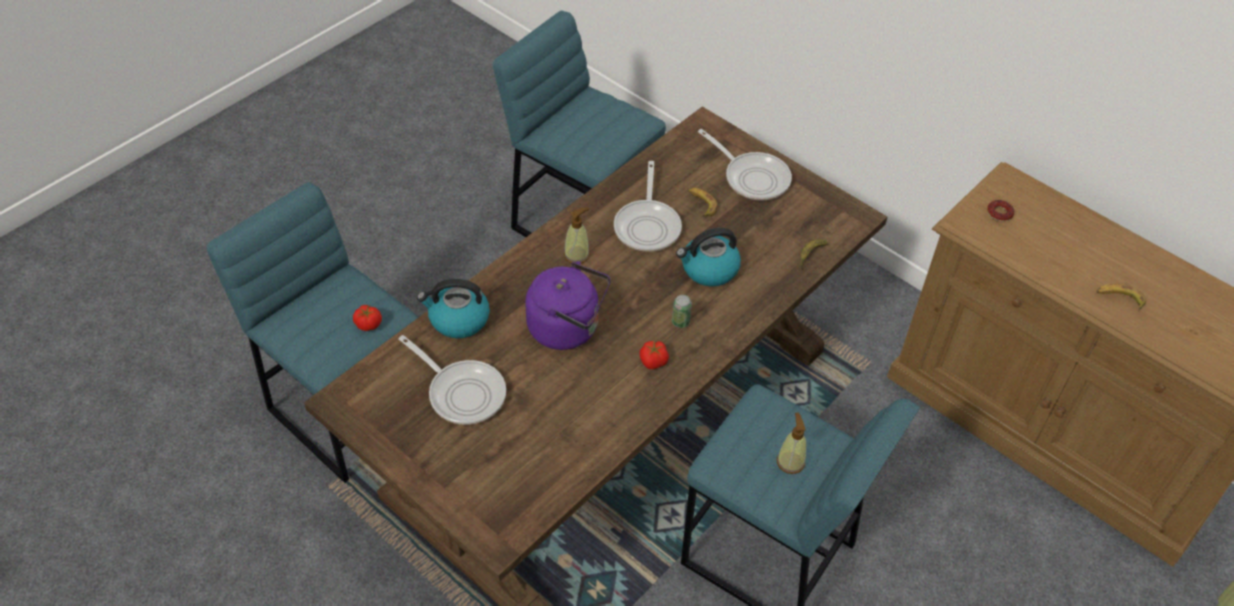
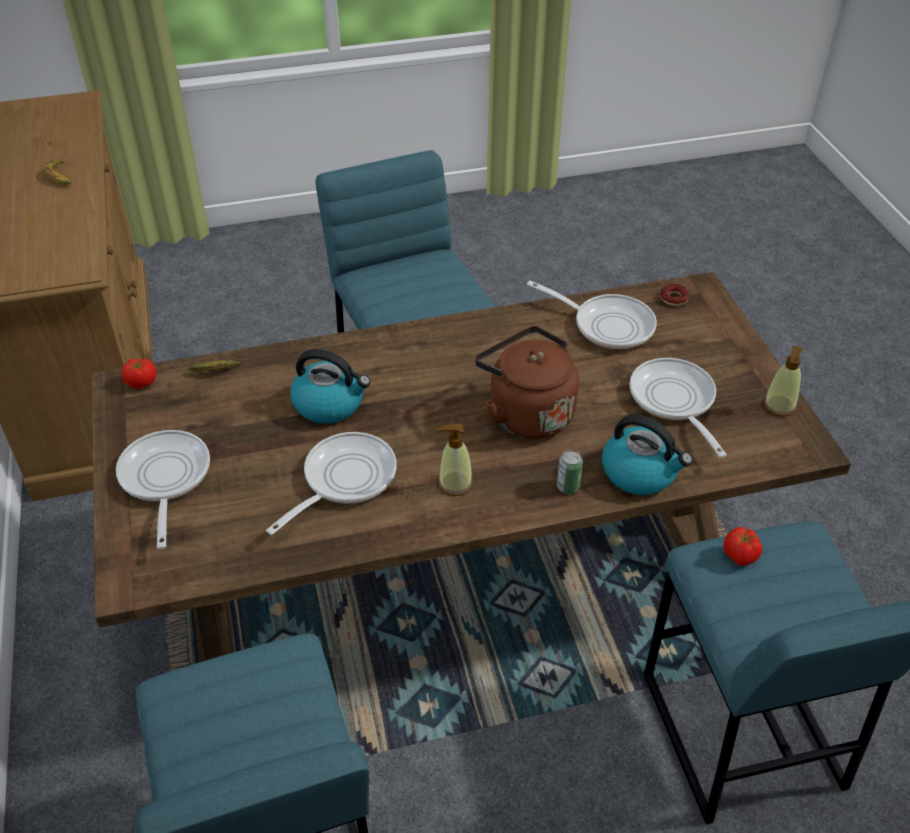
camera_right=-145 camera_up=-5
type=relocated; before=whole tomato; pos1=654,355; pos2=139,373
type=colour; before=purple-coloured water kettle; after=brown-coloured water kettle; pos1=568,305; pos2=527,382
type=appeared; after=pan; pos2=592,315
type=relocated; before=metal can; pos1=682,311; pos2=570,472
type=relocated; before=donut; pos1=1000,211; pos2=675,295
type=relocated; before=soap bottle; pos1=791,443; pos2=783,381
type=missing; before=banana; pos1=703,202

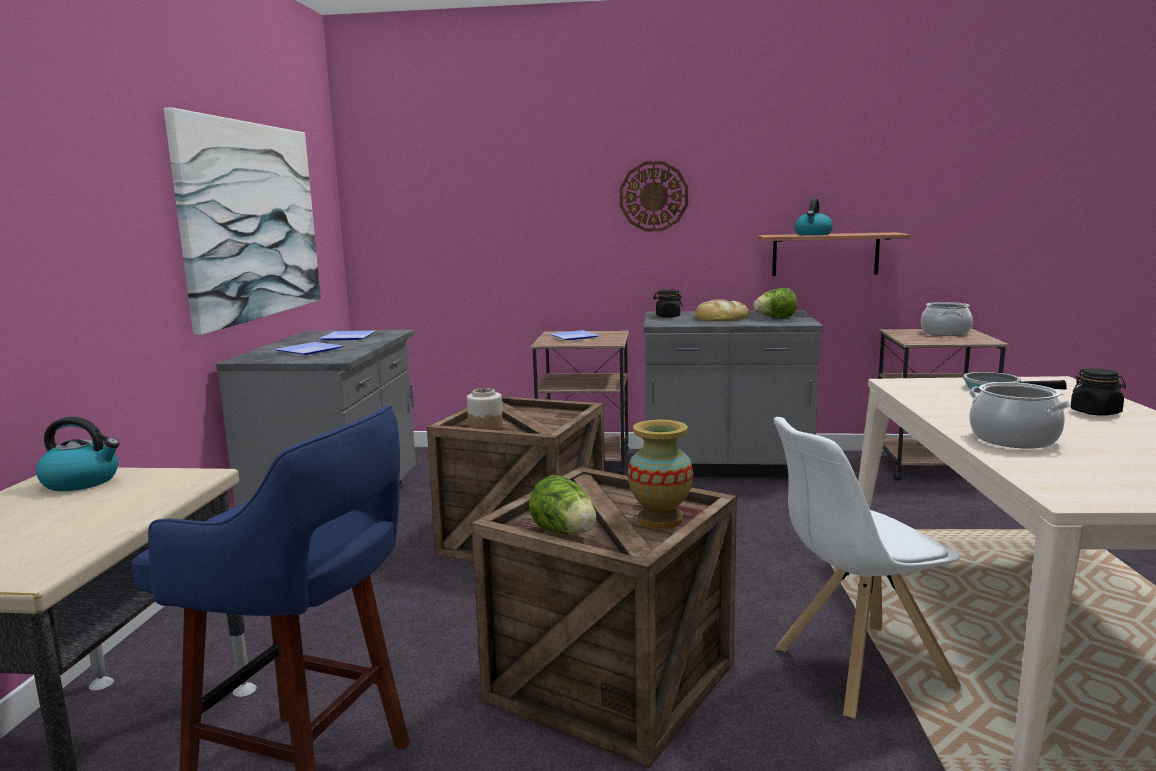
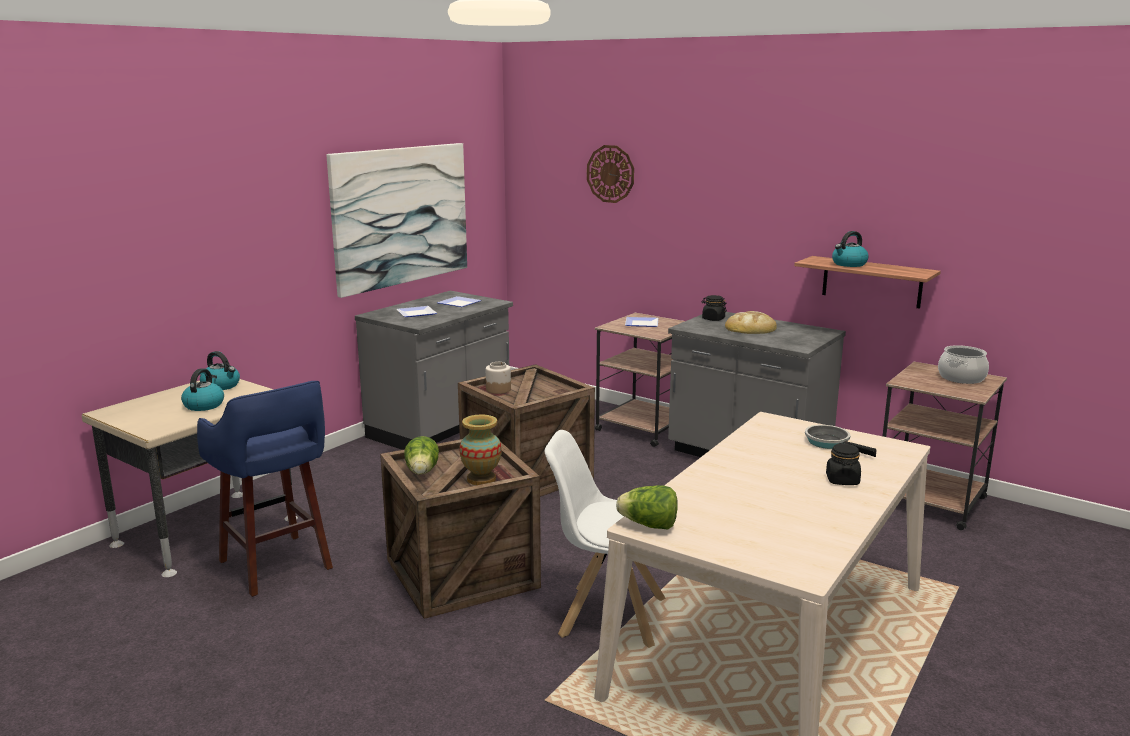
camera_right=30 camera_up=5
type=appeared; after=water kettle; pos2=202,389
type=relocated; before=clock on the wall; pos1=654,196; pos2=610,174
type=relocated; before=lettuce head; pos1=775,303; pos2=646,507
type=missing; before=saucepot; pos1=1019,415

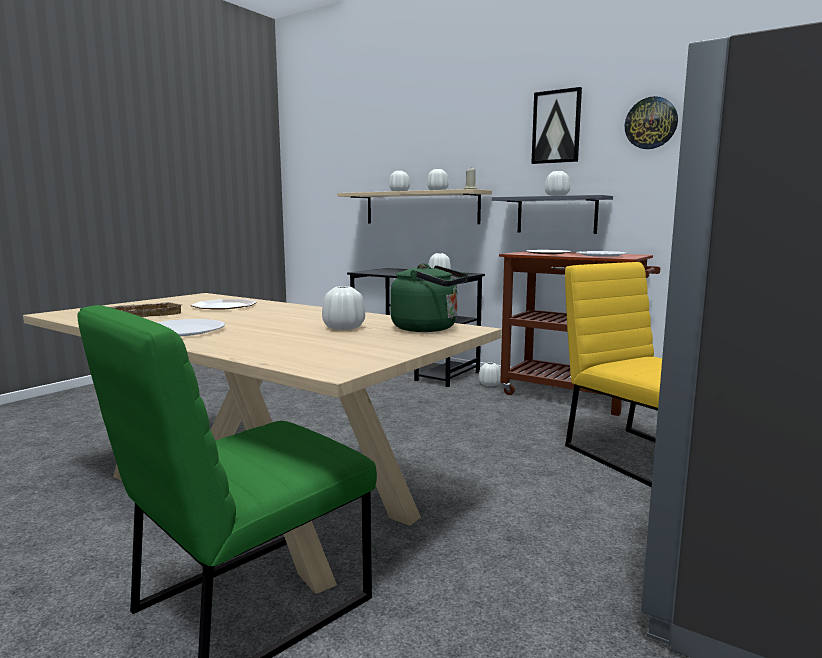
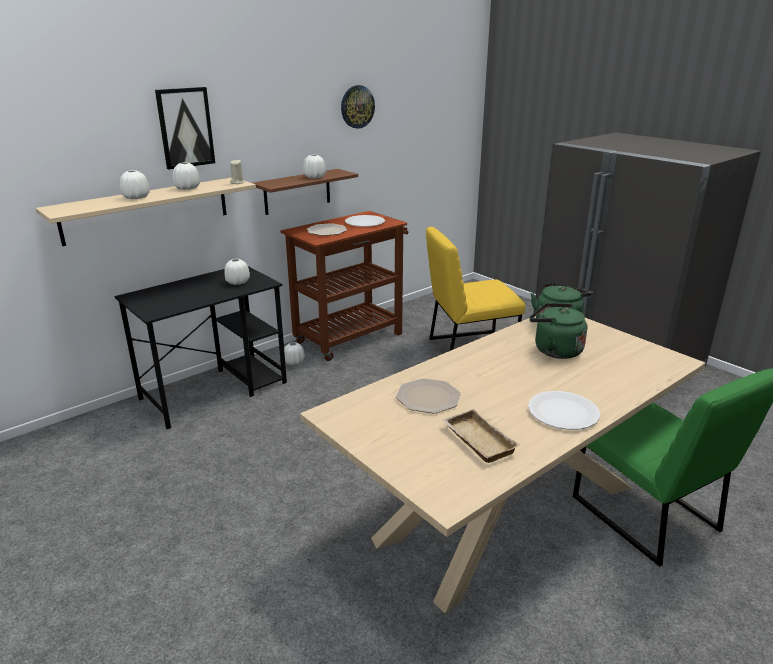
camera_right=-75 camera_up=15
type=relocated; before=wall art; pos1=556,125; pos2=185,128
type=colour; before=grey wall shelf; after=brown-coloured wall shelf; pos1=552,214; pos2=305,192
type=exchanged; before=whitish vase; after=green water kettle; pos1=343,308; pos2=558,331

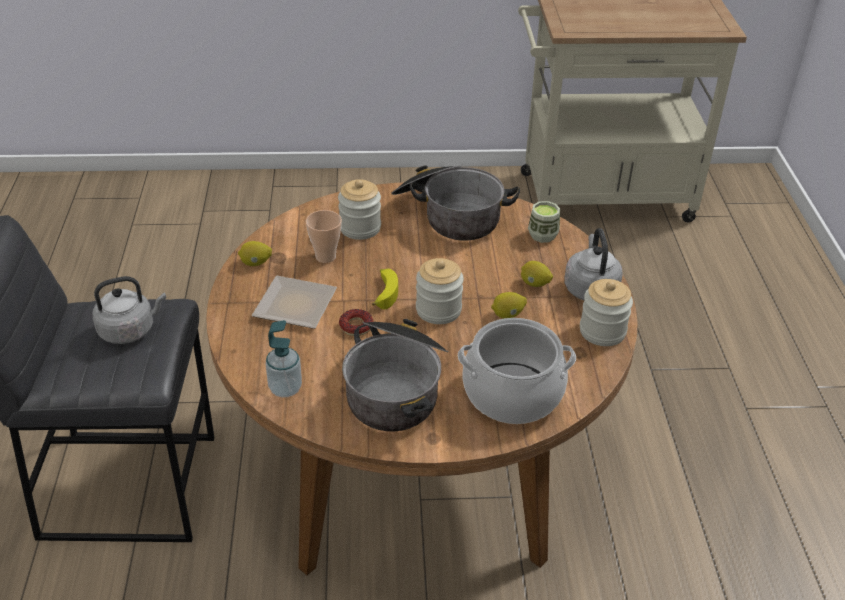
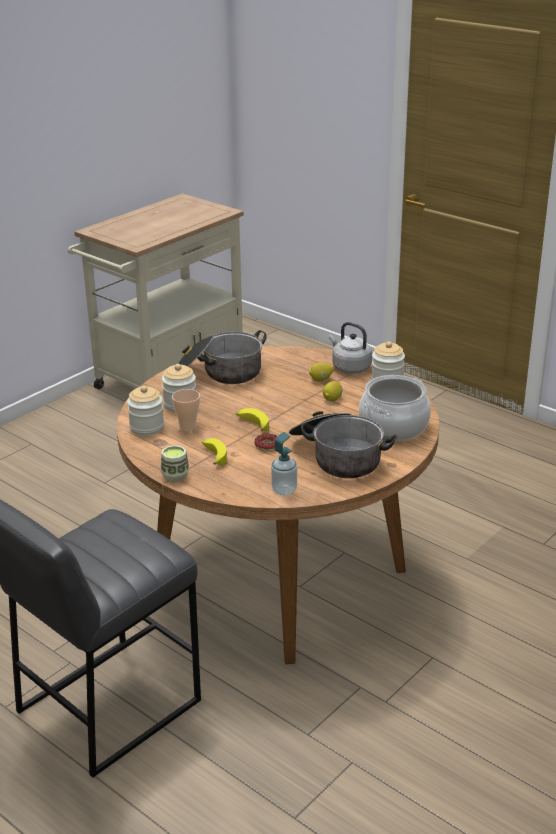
camera_right=-45 camera_up=-10
type=relocated; before=storage jar; pos1=440,291; pos2=145,411
type=relocated; before=drinking cup; pos1=544,222; pos2=175,463
type=exchanged; before=dinner plate; after=banana; pos1=294,302; pos2=214,452
type=missing; before=grey water kettle; pos1=129,310
type=missing; before=citrus fruit; pos1=255,253

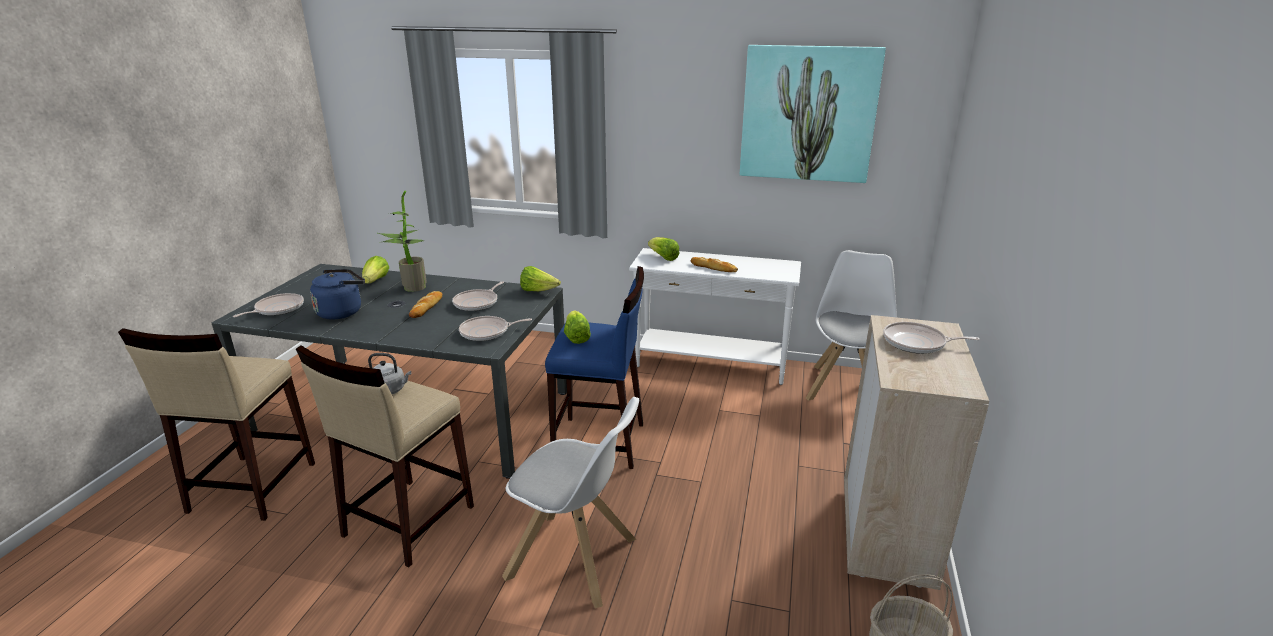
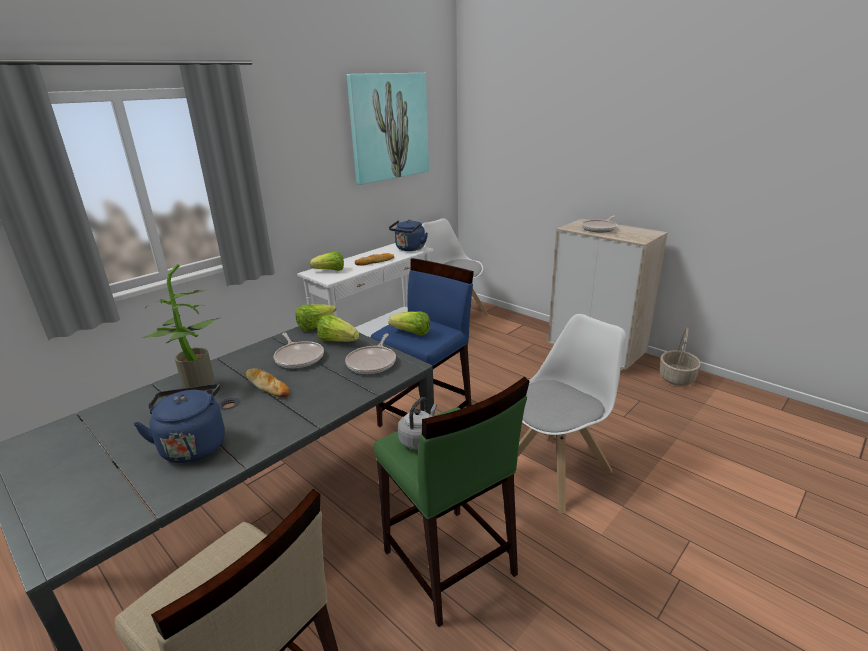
camera_right=-60 camera_up=0
type=relocated; before=lettuce head; pos1=375,270; pos2=338,328
type=colour; before=sand-coloured stool seat; after=green stool seat; pos1=385,456; pos2=452,502
type=appeared; after=blue water kettle; pos2=408,235
type=missing; before=pan; pos1=268,305

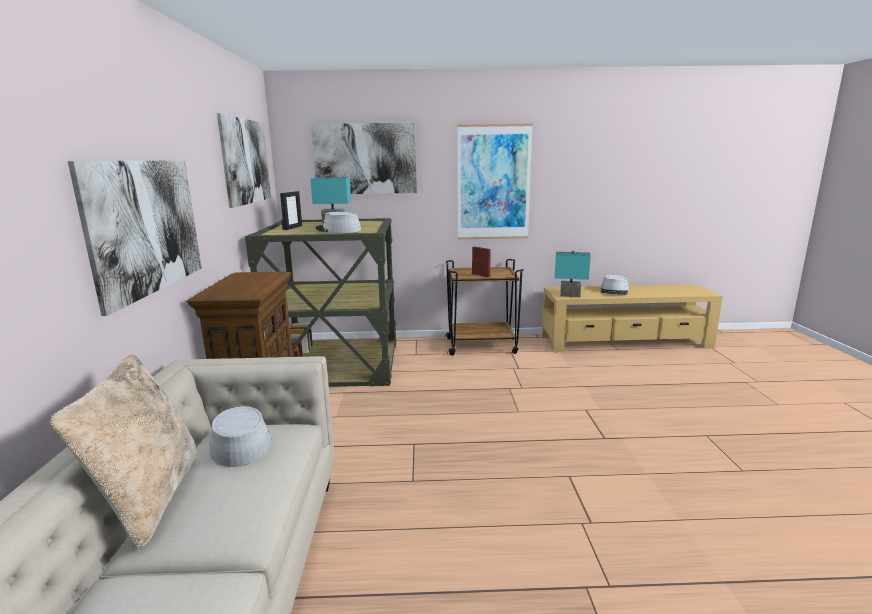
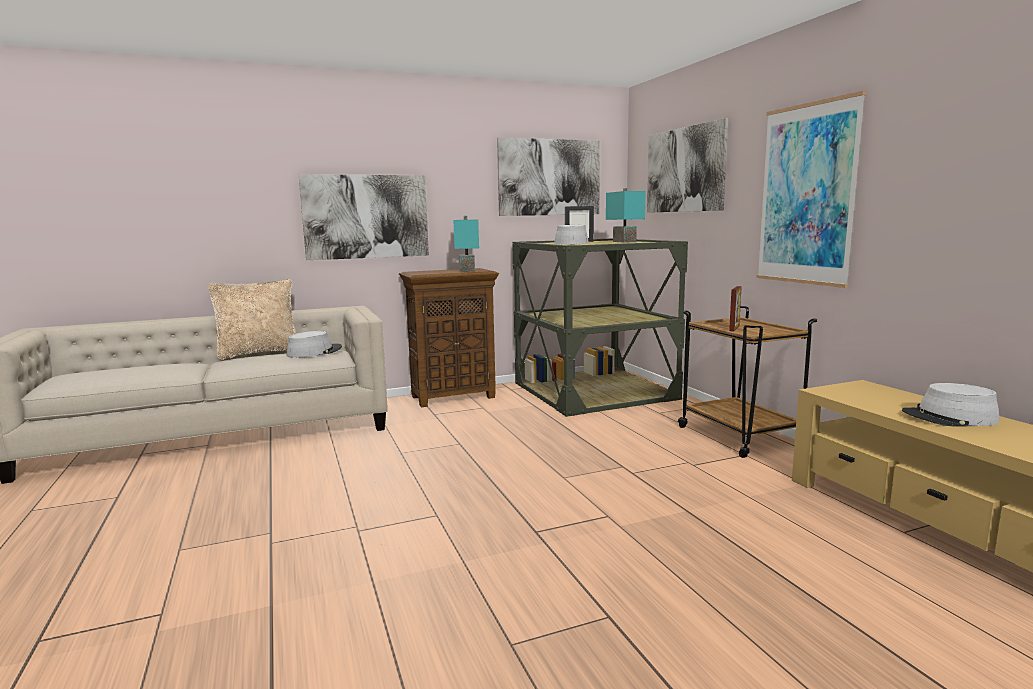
camera_right=70 camera_up=-5
type=relocated; before=blue-green lamp for a table; pos1=573,273; pos2=466,244

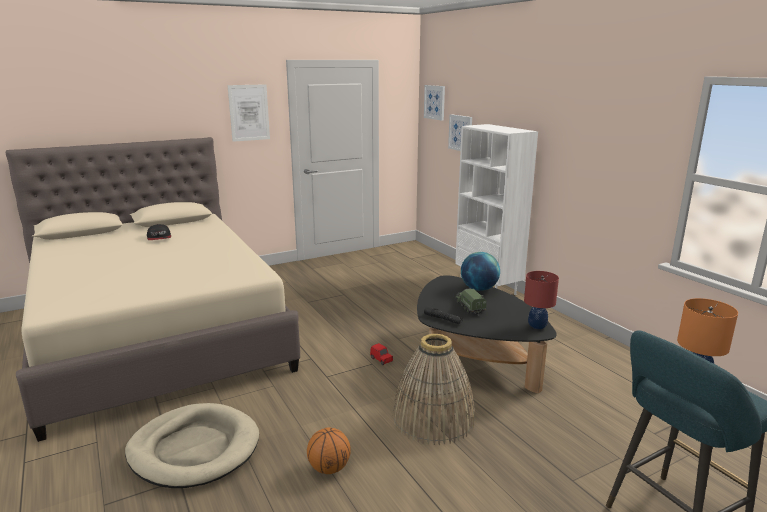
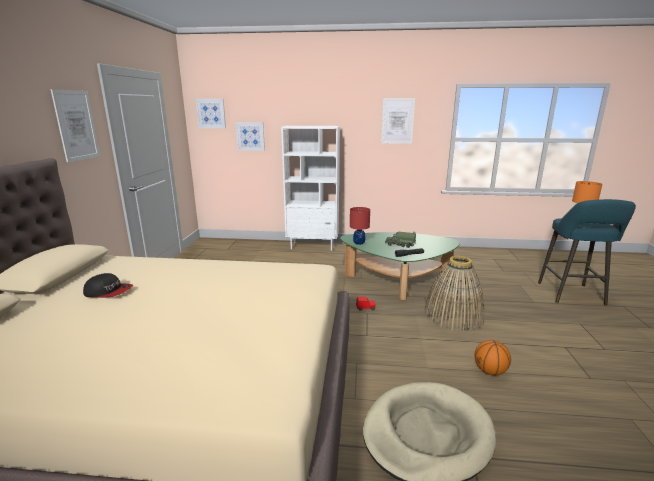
camera_right=-55 camera_up=0
type=colour; before=blackish low table; after=green low table; pos1=487,334; pos2=400,266
type=relocated; before=reddish lamp for a table; pos1=541,300; pos2=360,226
type=appeared; after=wall art; pos2=398,121
type=missing; before=globe; pos1=480,271

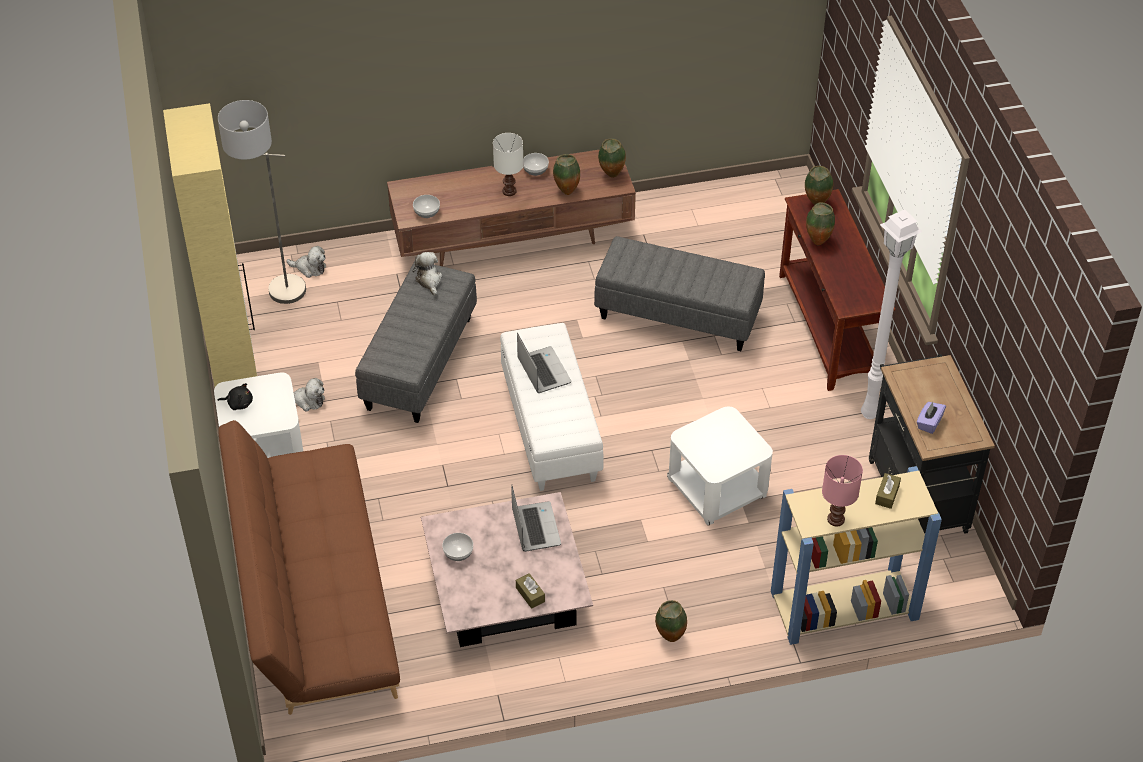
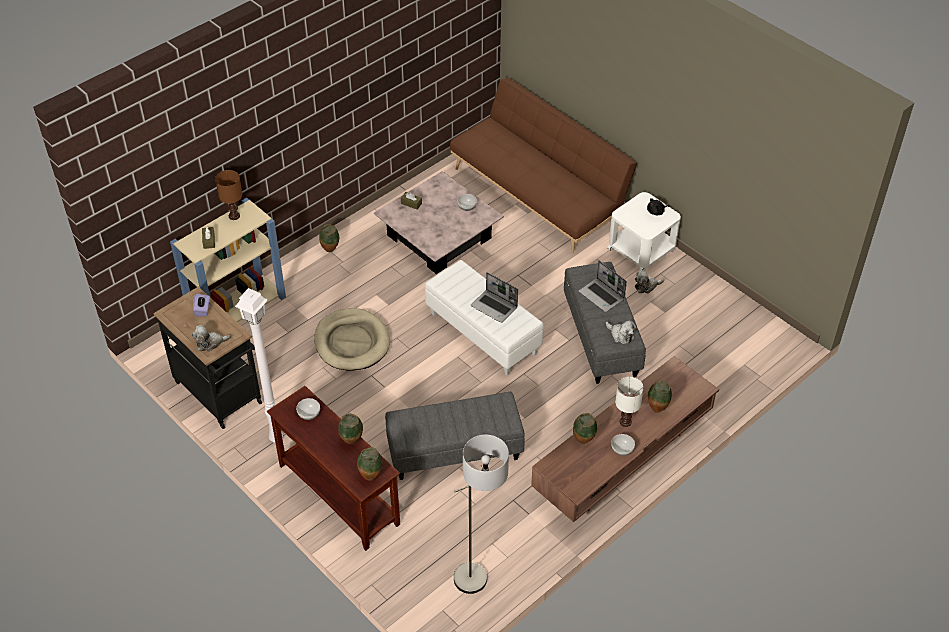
camera_right=150 camera_up=0
type=relocated; before=soft toy; pos1=306,262; pos2=211,338
type=colour; before=pink-coloured lamp for a table; after=brown-coloured lamp for a table; pos1=842,490; pos2=229,195
type=relocated; before=bowl; pos1=426,206; pos2=308,409
type=exchanged; before=whitish side table; after=sand-coloured dog bed; pos1=720,466; pos2=352,339
type=relocated; before=grey standard lamp; pos1=262,202; pos2=481,514
type=relocated; before=laptop; pos1=536,519; pos2=603,286
type=relocated; before=vase; pos1=612,158; pos2=660,396
type=missing; before=sand-coloured cabinet; pos1=210,244

